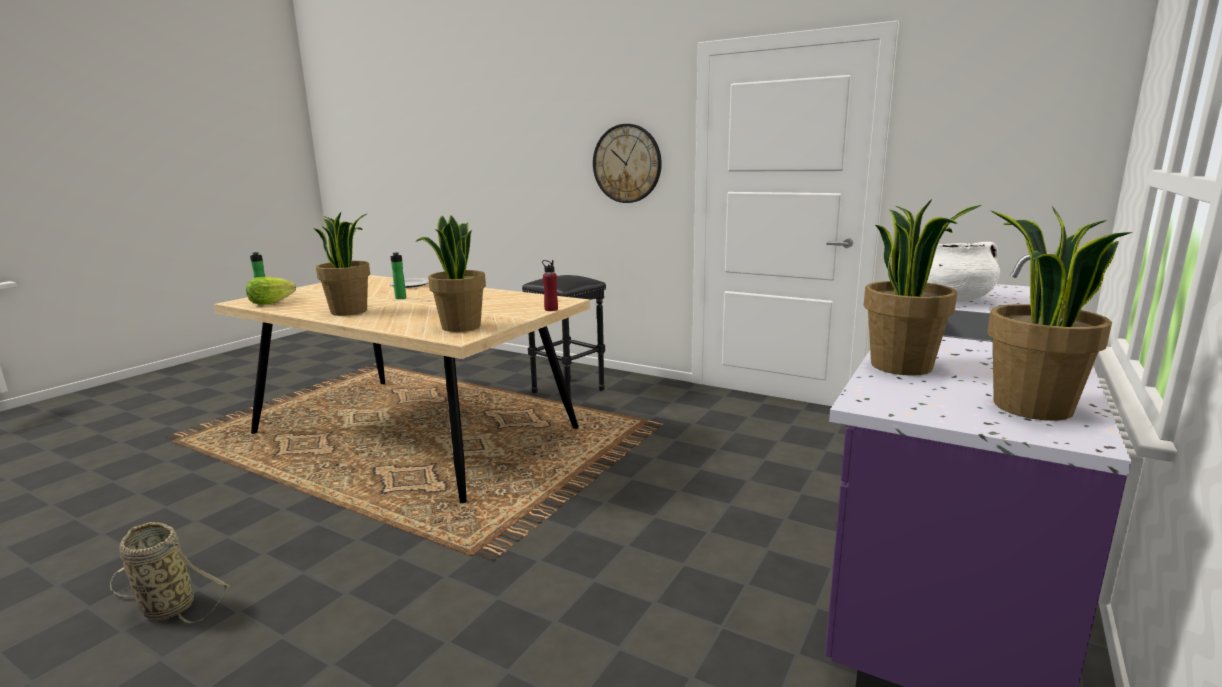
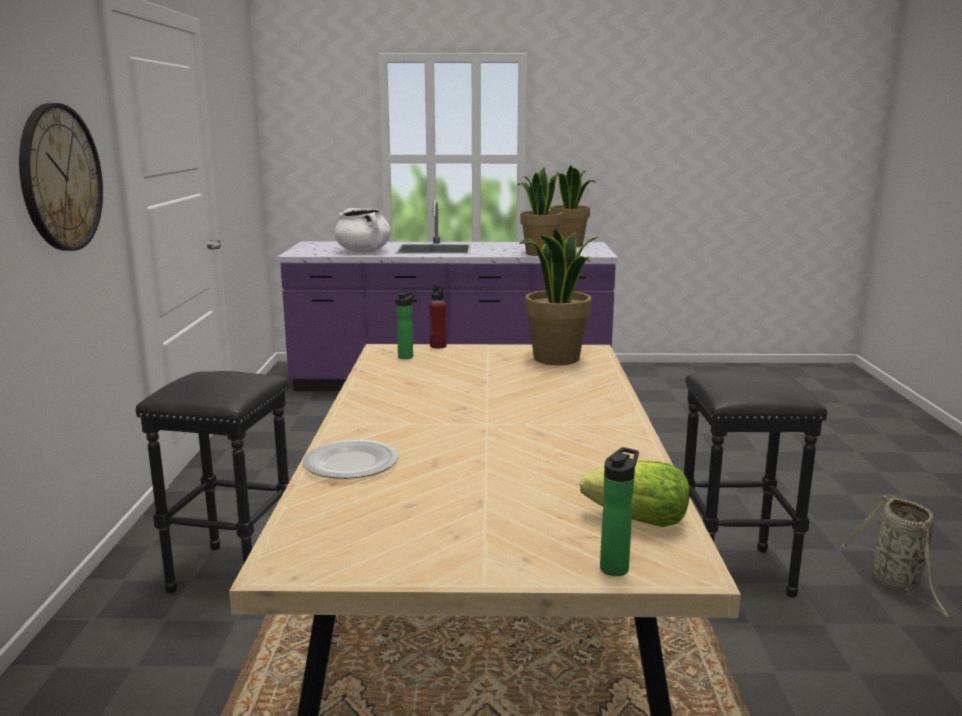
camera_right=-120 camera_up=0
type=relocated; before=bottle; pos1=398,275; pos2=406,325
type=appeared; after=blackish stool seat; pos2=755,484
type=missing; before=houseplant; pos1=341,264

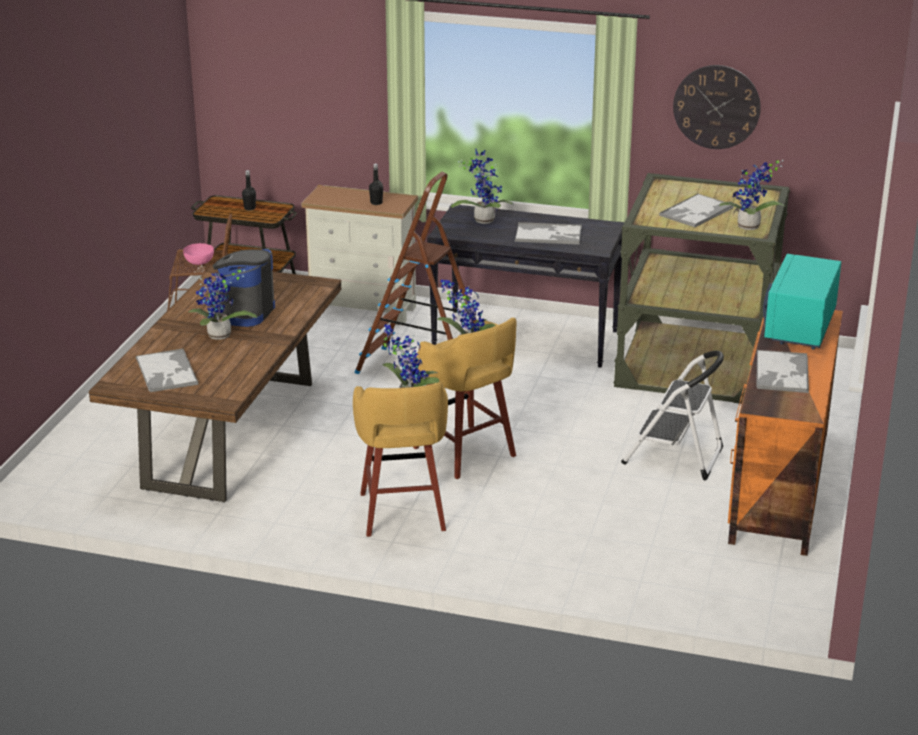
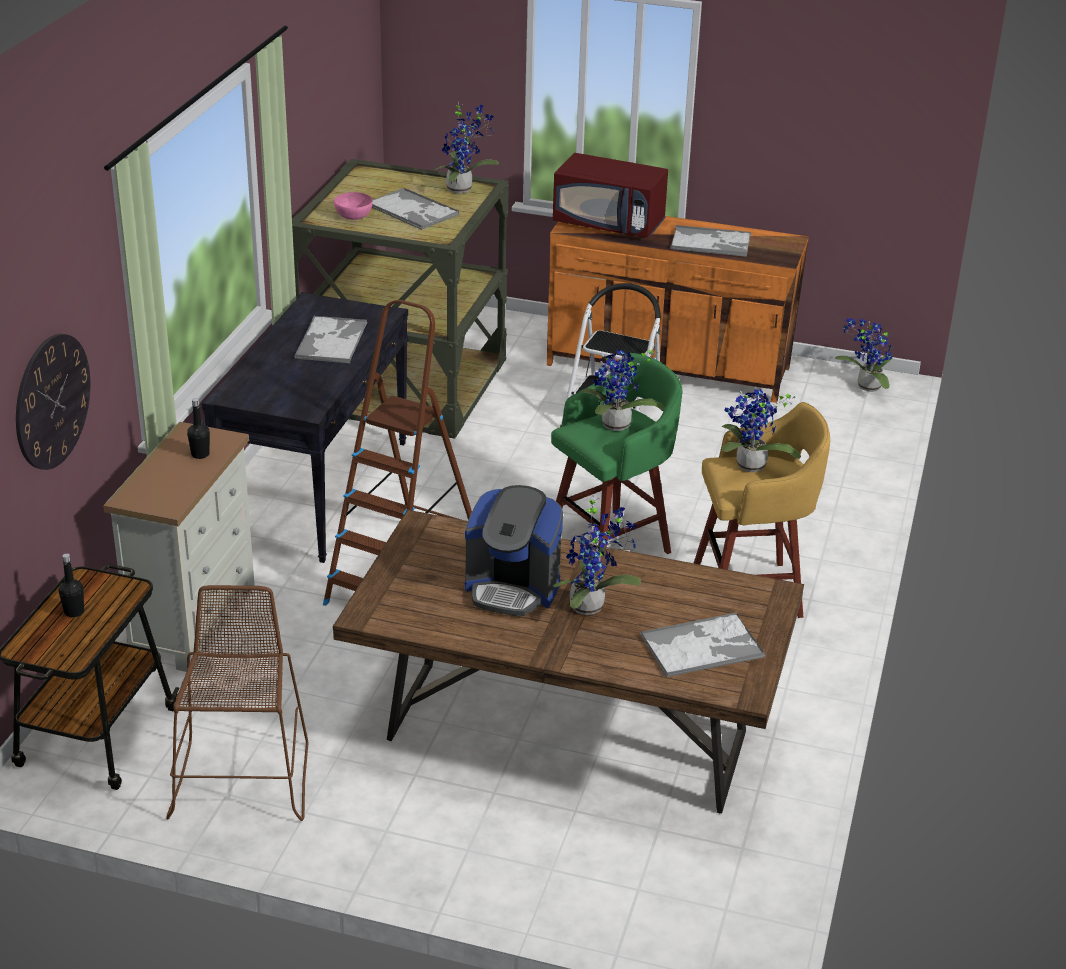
camera_right=-90 camera_up=5
type=relocated; before=clock on the wall; pos1=717,107; pos2=53,402
type=relocated; before=pink-coloured bowl; pos1=198,254; pos2=353,206
type=colour; before=yellow stool seat; after=green stool seat; pos1=465,398; pos2=616,453
type=colour; before=blue-green kitchen microwave; after=reddish kitchen microwave; pos1=802,302; pos2=610,195
type=relocated; before=houseplant; pos1=482,186; pos2=863,355

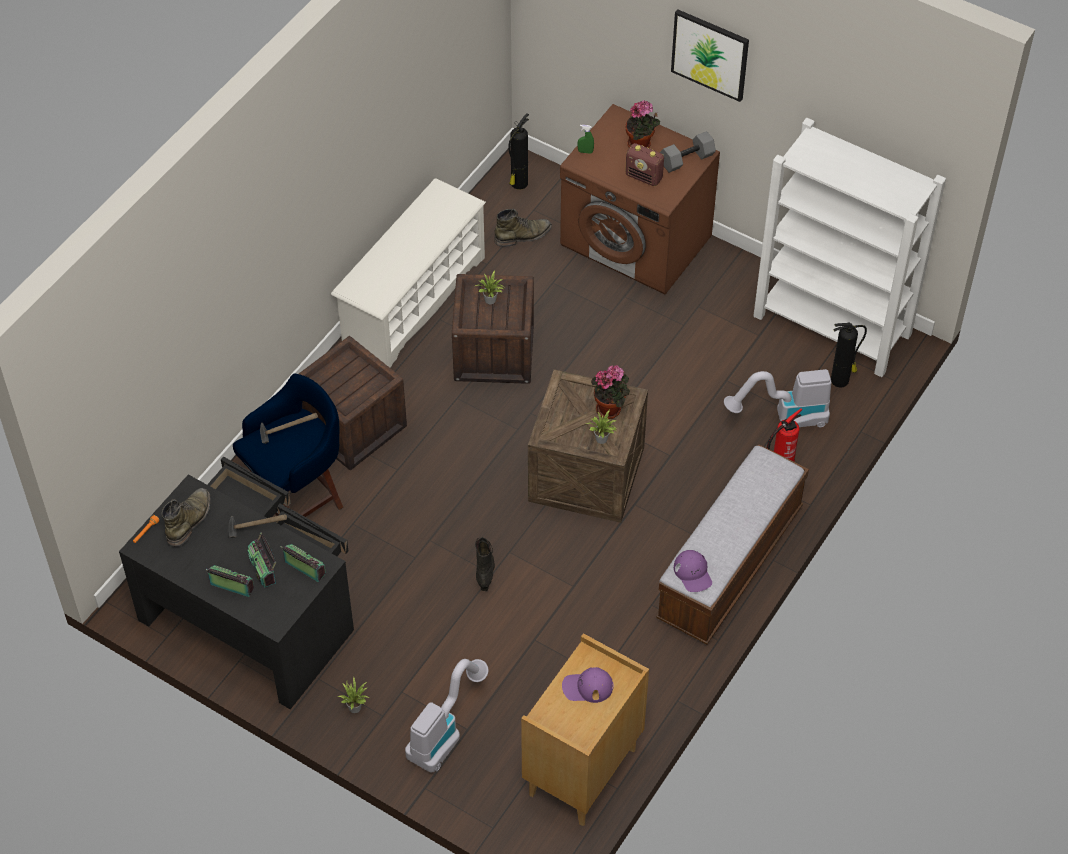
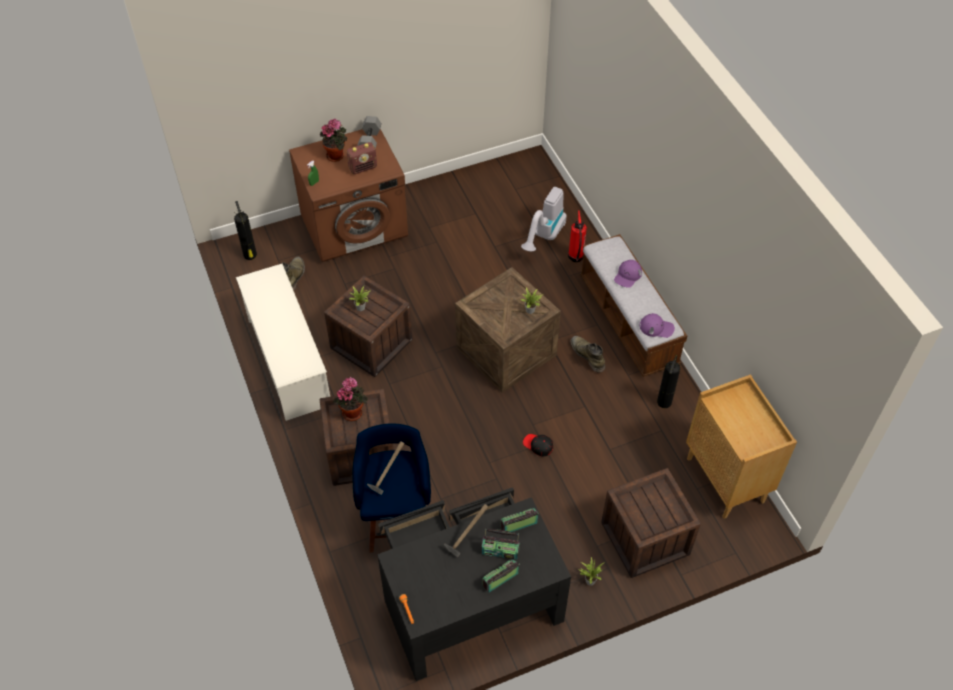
camera_right=-55 camera_up=0
type=relocated; before=houseplant; pos1=610,392; pos2=350,399
type=exchanged; before=blackish tall boot; after=blackish peaked cap; pos1=485,564; pos2=538,445
type=relocated; before=green tall boot; pos1=186,517; pos2=587,354
type=exchanged; before=vacuum; after=shipping crate; pos1=447,715; pos2=651,523
type=relocated; before=purple-coloured peaked cap; pos1=587,685; pos2=628,274
type=relocated; before=fire extinguisher; pos1=849,354; pos2=668,381
type=missing; before=wall art; pos1=710,55
type=missing; before=whitish bookshelf; pos1=849,247

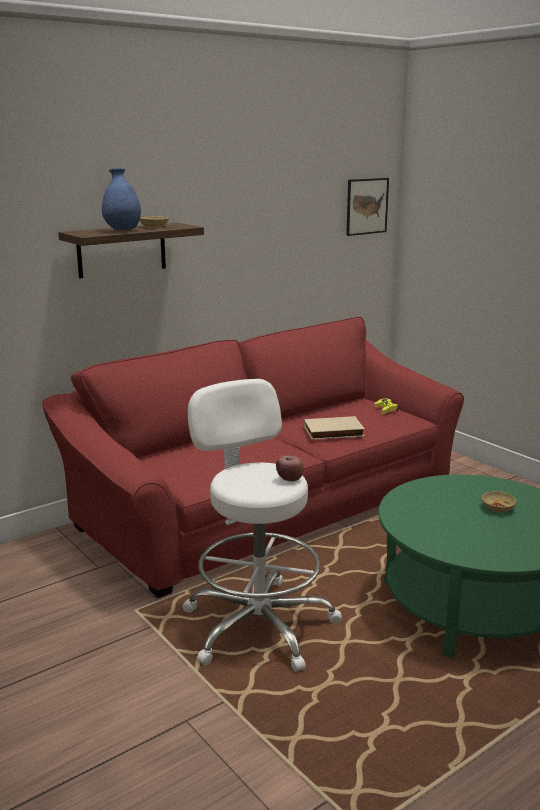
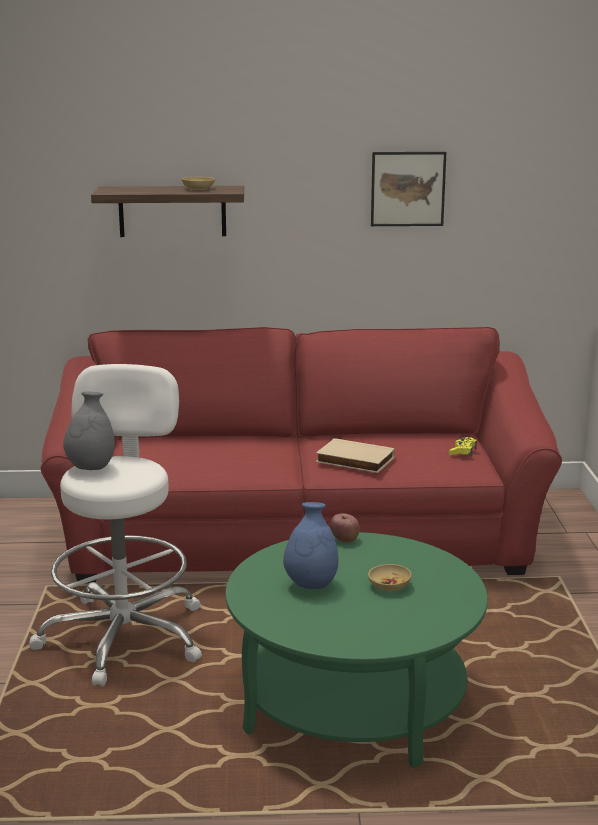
camera_right=35 camera_up=0
type=appeared; after=grey vase; pos2=89,431
type=relocated; before=blue vase; pos1=121,199; pos2=311,545
type=relocated; before=whole apple; pos1=290,468; pos2=345,528
type=relocated; before=wall art; pos1=367,207; pos2=408,189

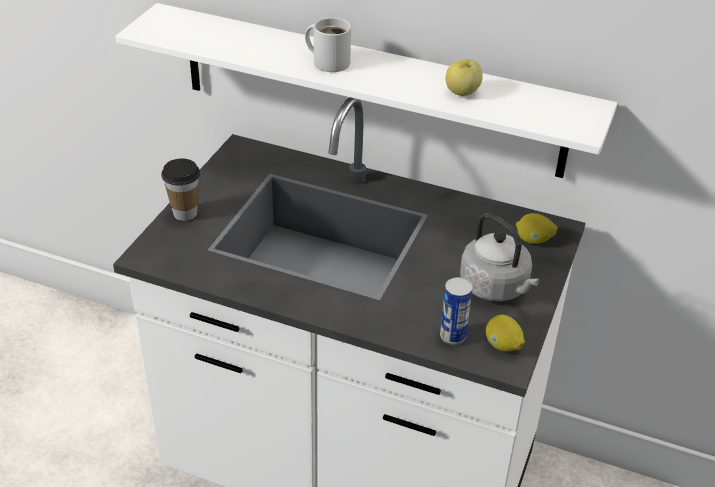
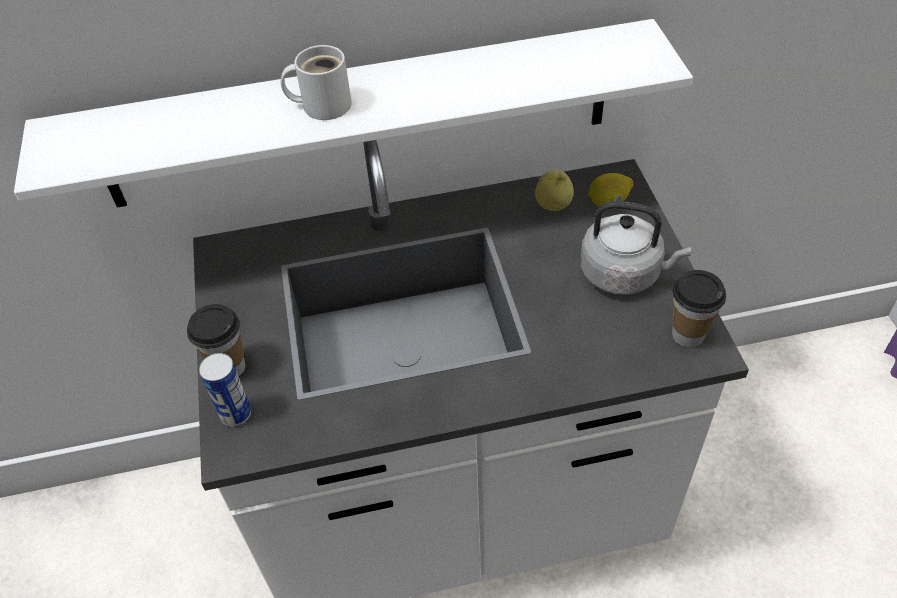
camera_right=-30 camera_up=10
type=relocated; before=metal can; pos1=456,311; pos2=225,390
type=relocated; before=whole apple; pos1=464,77; pos2=554,190
type=exchanged; before=citrus fruit; after=drinking cup; pos1=505,333; pos2=699,308

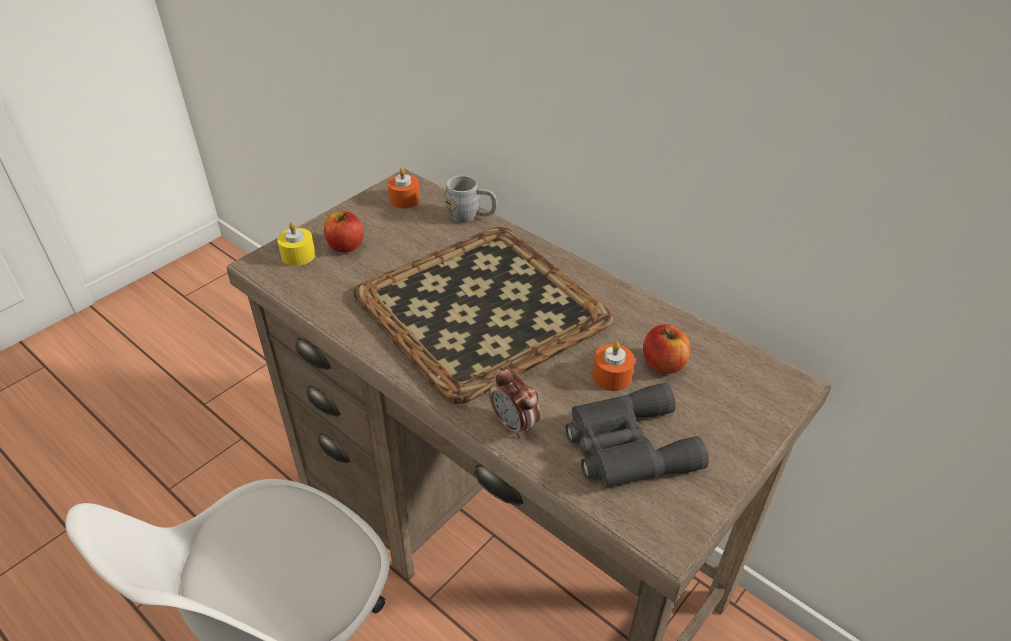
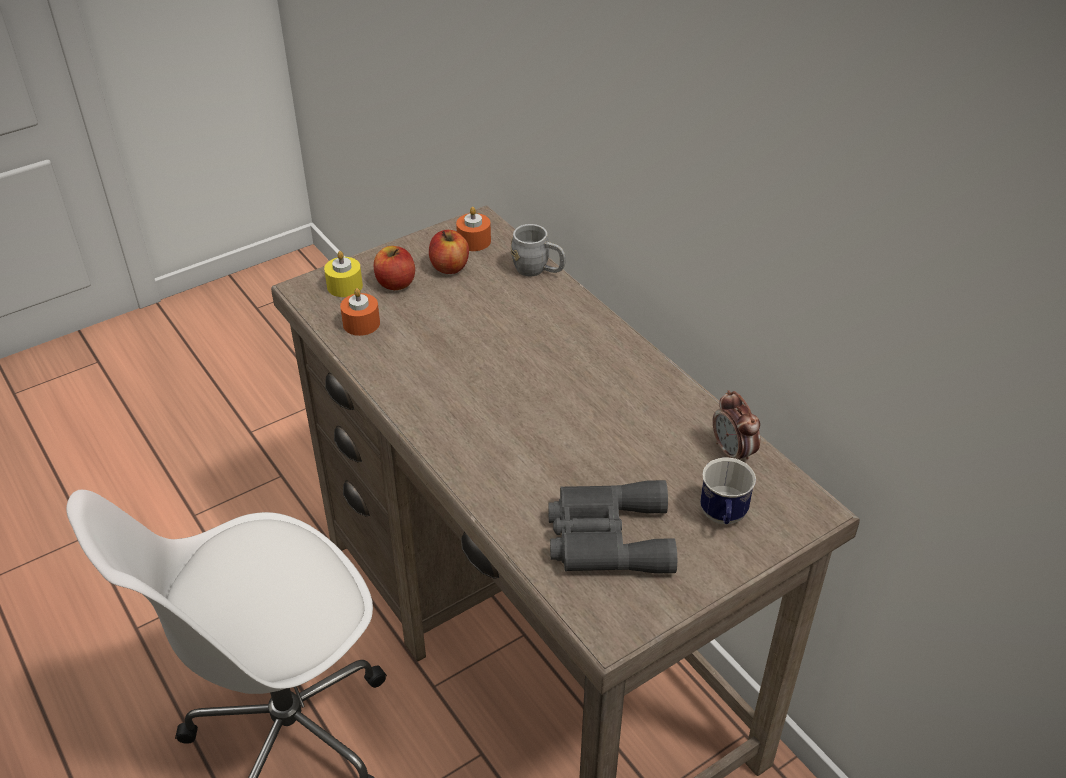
camera_right=15 camera_up=0
type=relocated; before=orangey wax light; pos1=613,366; pos2=360,312
type=relocated; before=whole apple; pos1=666,349; pos2=449,252
type=appeared; after=tea mug; pos2=728,491
type=relocated; before=bedside clock; pos1=514,402; pos2=736,424
type=missing; before=tray; pos1=483,315

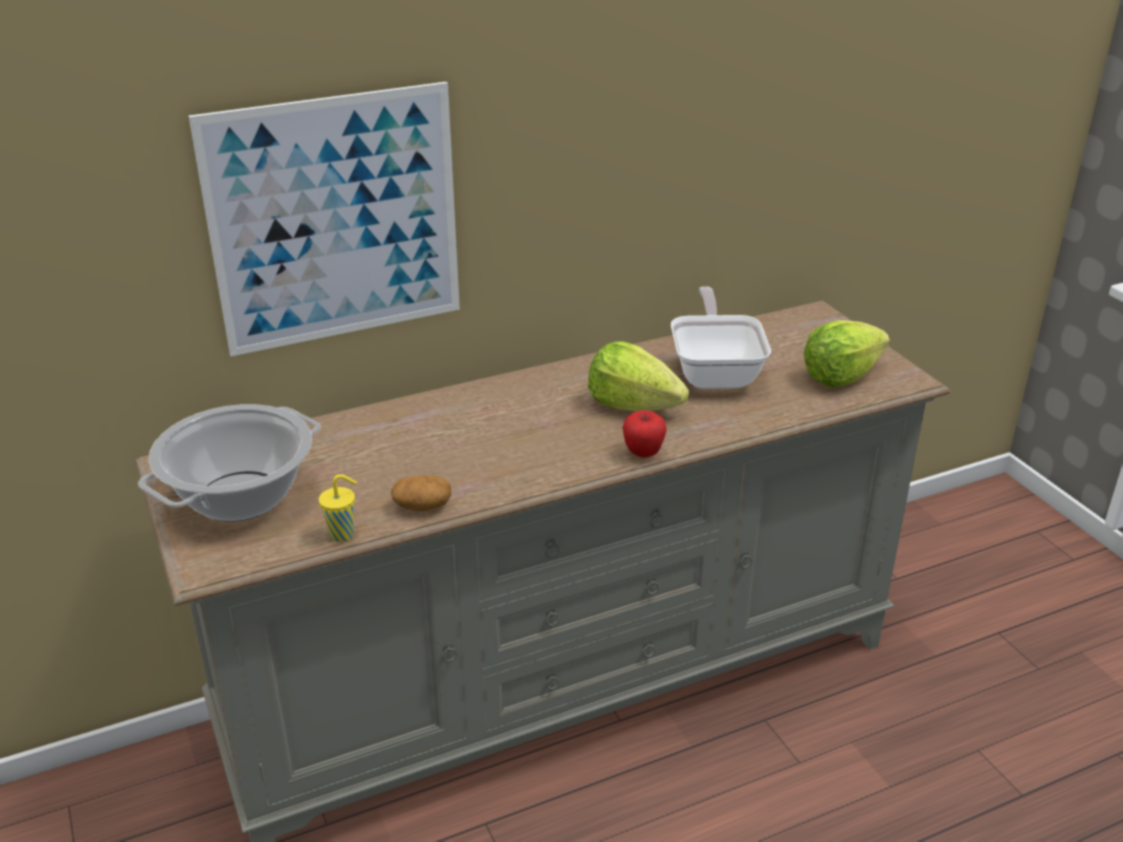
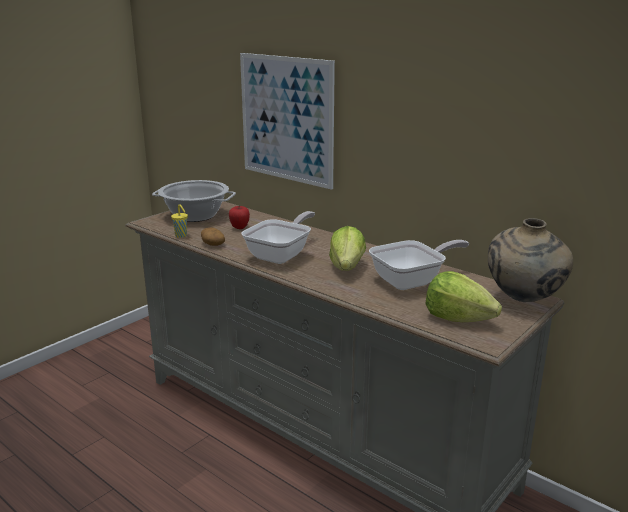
camera_right=65 camera_up=-10
type=relocated; before=whole apple; pos1=644,434; pos2=239,217
type=appeared; after=pan; pos2=278,237
type=appeared; after=sand-coloured vase; pos2=530,260

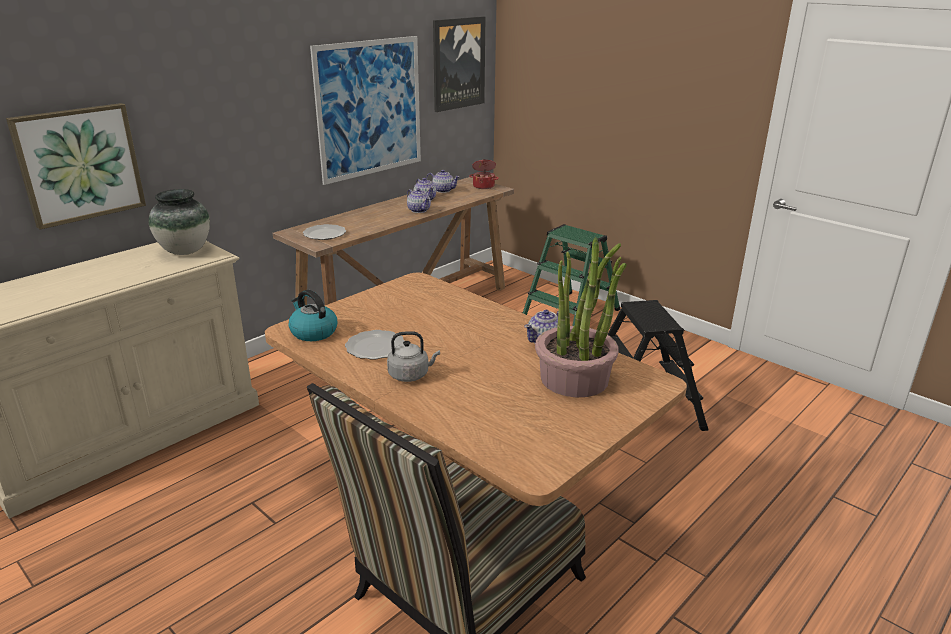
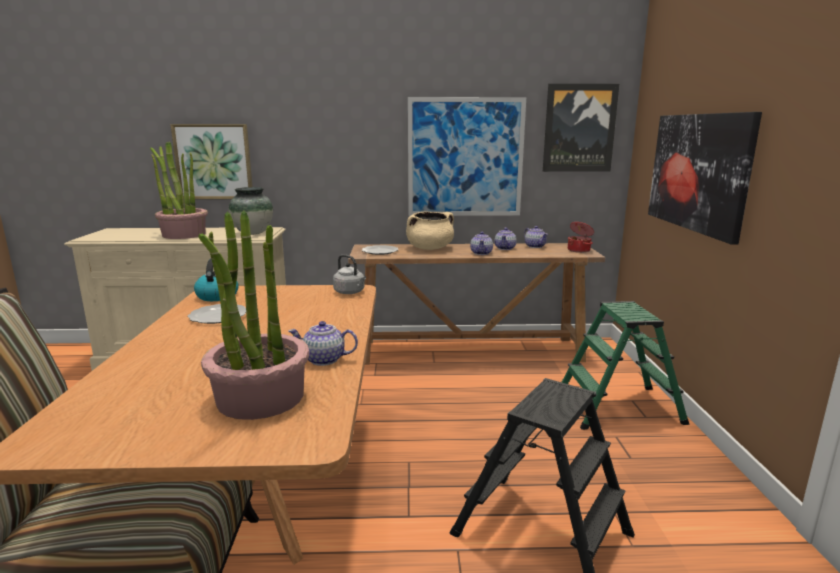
camera_right=45 camera_up=-10
type=appeared; after=houseplant; pos2=179,190
type=relocated; before=grey water kettle; pos1=413,356; pos2=349,274
type=appeared; after=sand-coloured saucepot; pos2=430,230
type=appeared; after=wall art; pos2=705,178

